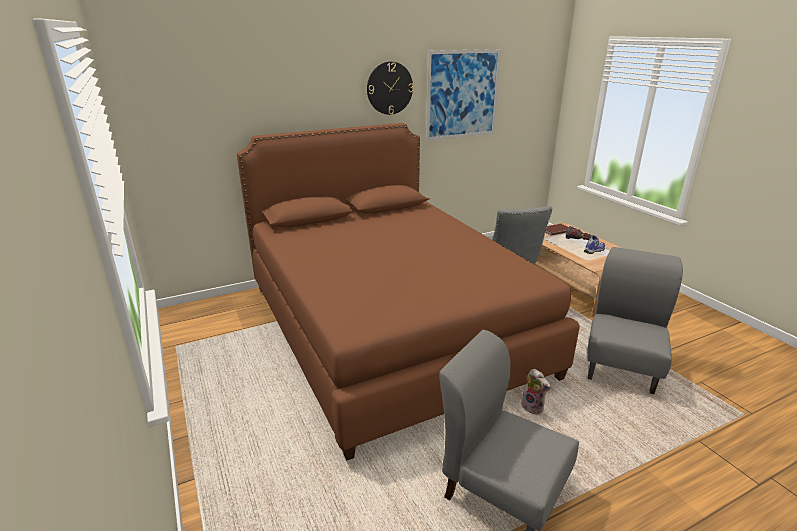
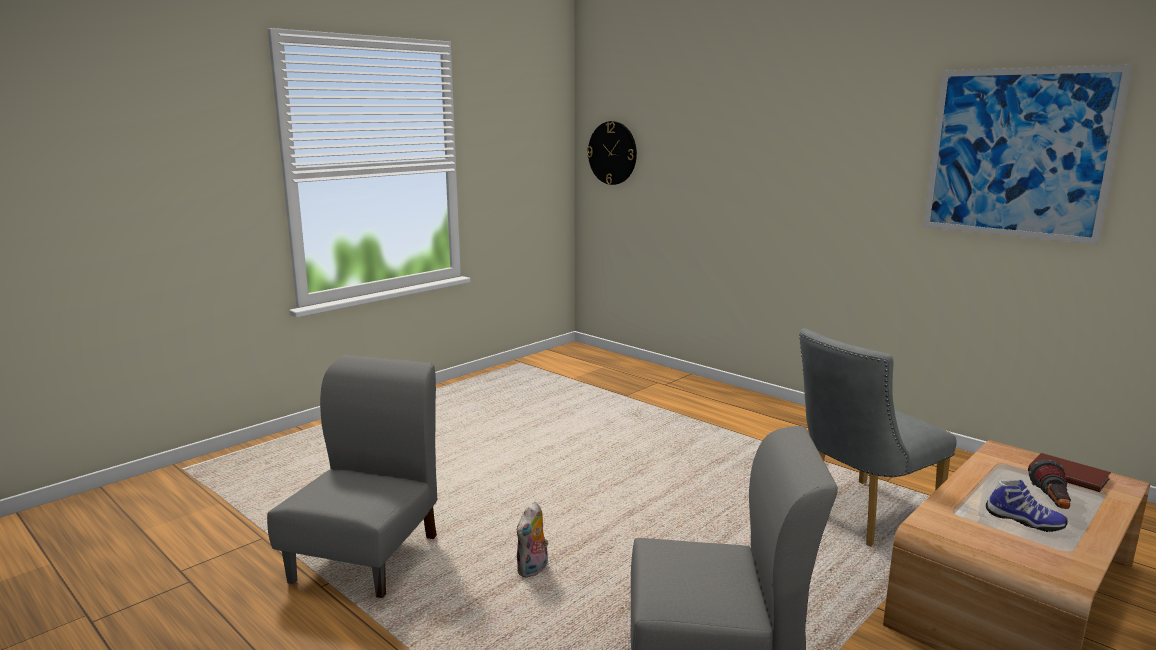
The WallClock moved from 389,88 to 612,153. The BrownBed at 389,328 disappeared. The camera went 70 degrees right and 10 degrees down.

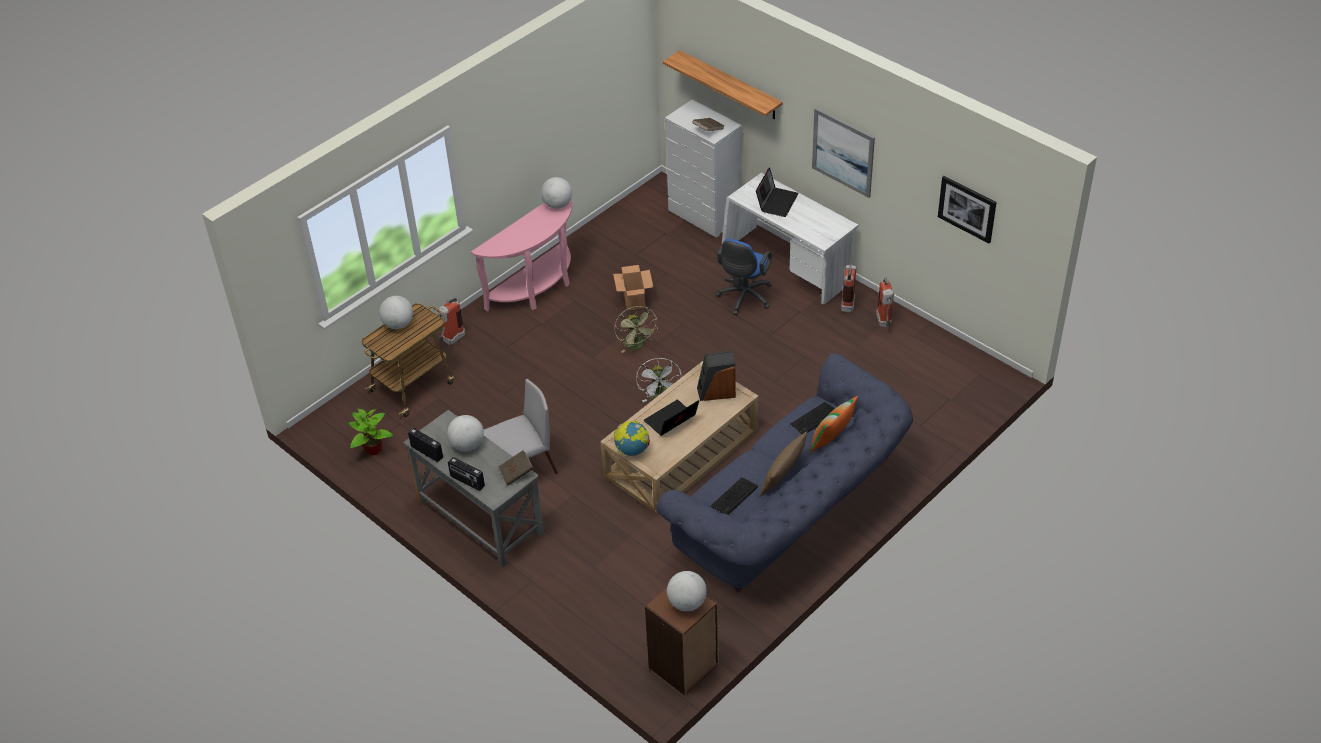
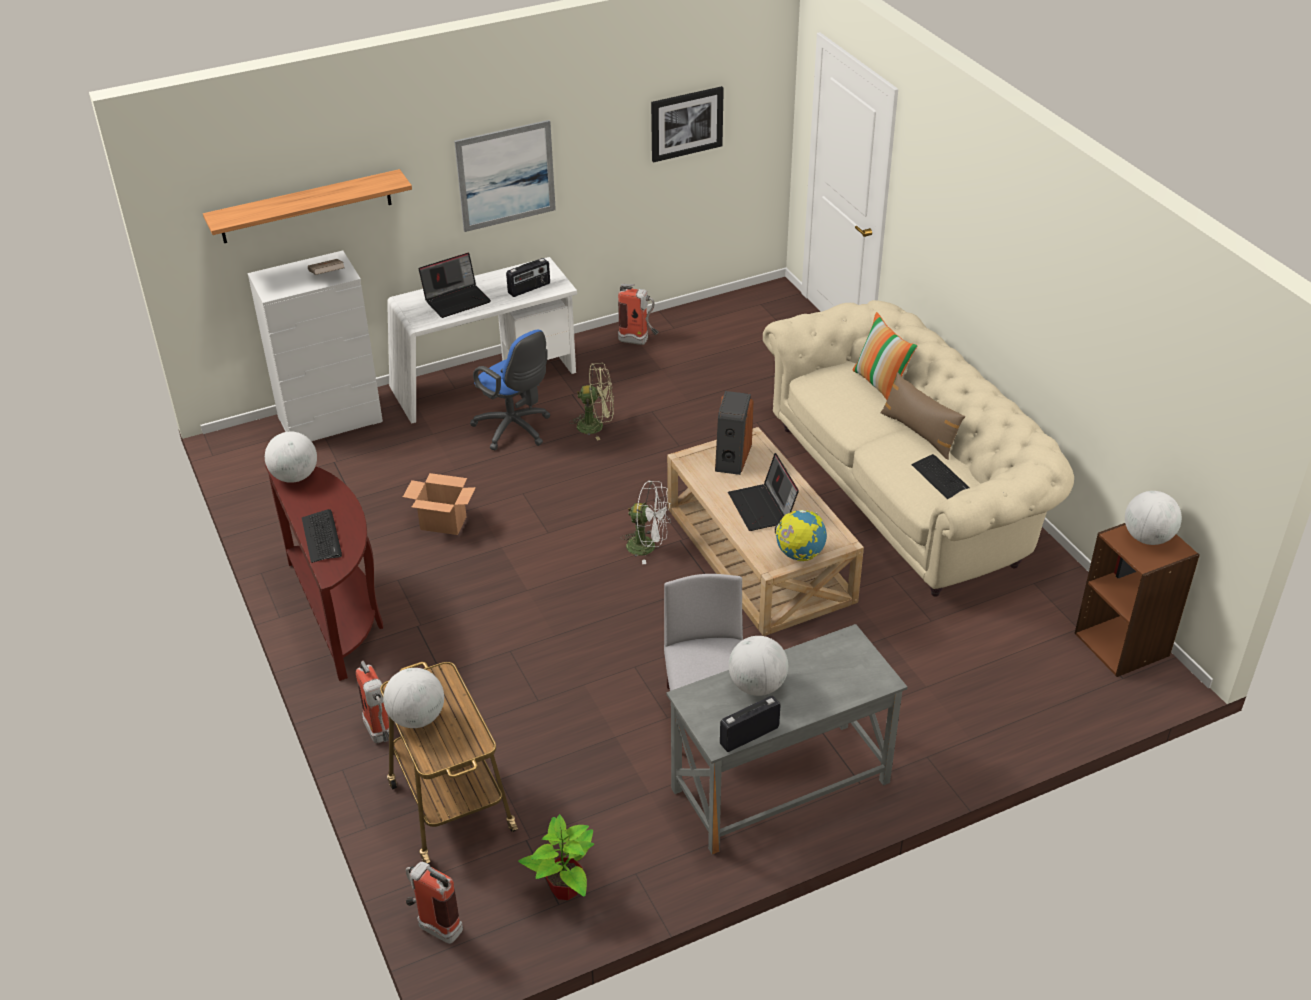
The PinkConsoleTable at 537,288 became the BrownConsoleTable at 339,612. The Keyboard moved from 814,419 to 322,537. The FireExtinguisher moved from 848,302 to 433,925. The Laptop at 776,202 turned 105 degrees clockwise. The Radio moved from 467,481 to 529,288. The GreenFan moved from 637,346 to 596,425. The BlueSofa at 792,514 became the BeigeSofa at 907,490. The BrownBook at 516,473 disappeared. The camera went 70 degrees left and 5 degrees down.

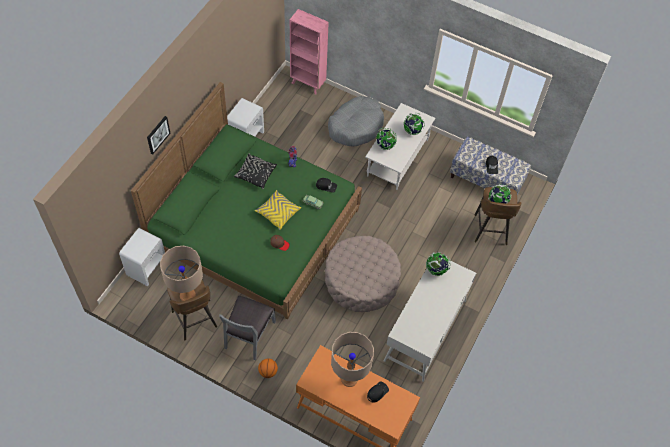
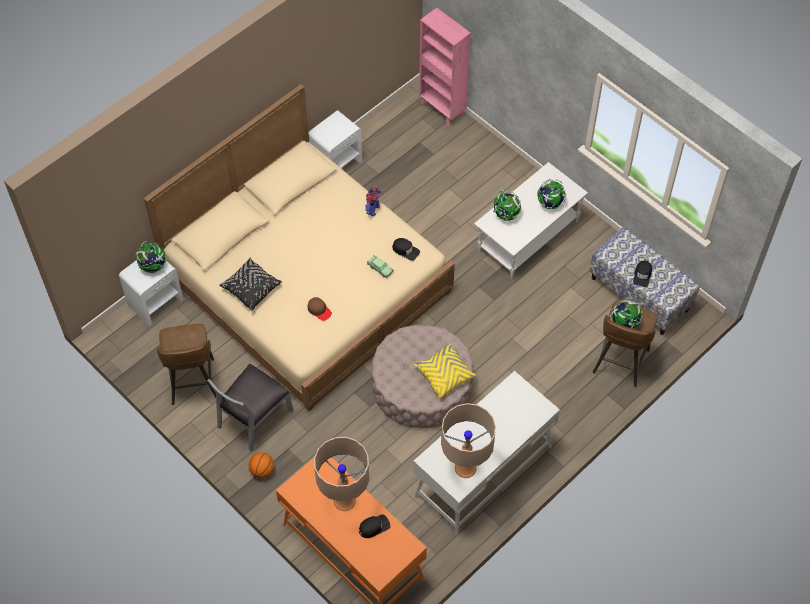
The Globe moved from 436,270 to 153,266. The GreenBed at 254,227 became the BeigeBed at 307,284. The BlackPillow moved from 255,174 to 251,288. The YellowPillow moved from 278,213 to 444,374. The BeigeTableLamp moved from 187,295 to 465,468. The Picture at 157,134 disappeared. The GreyDogBed at 355,126 disappeared. The camera went 20 degrees right and 0 degrees up.

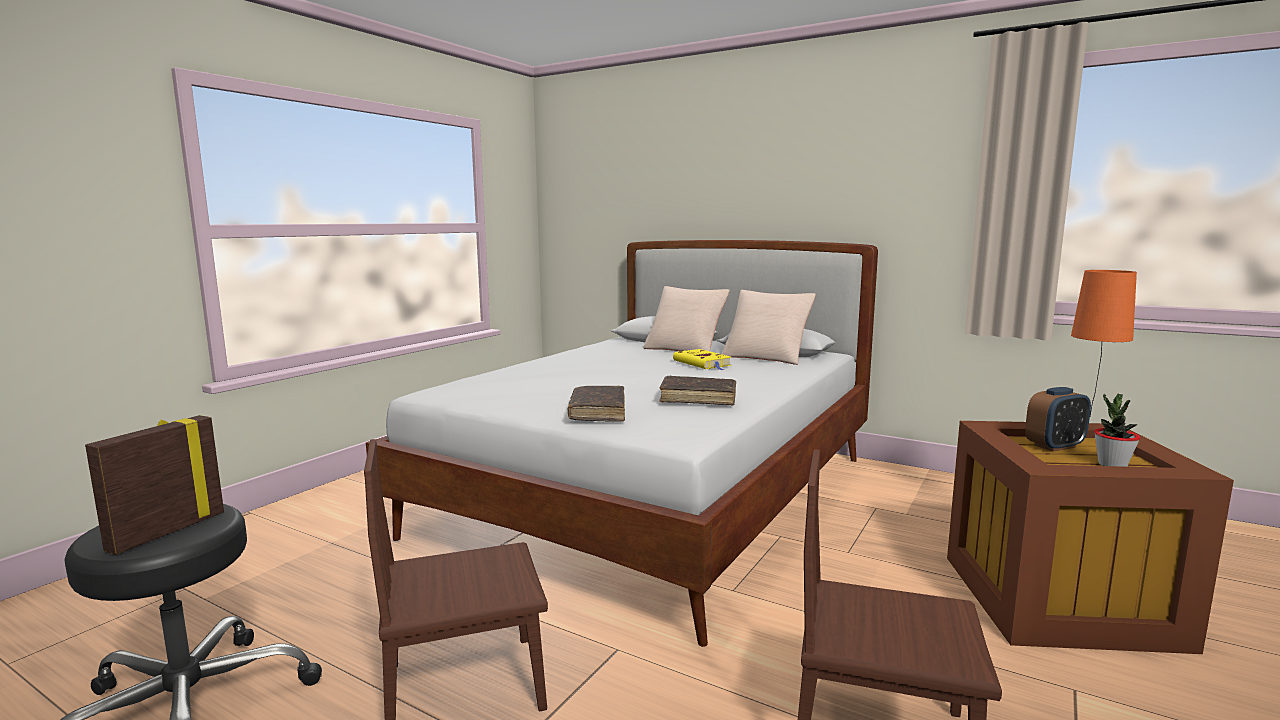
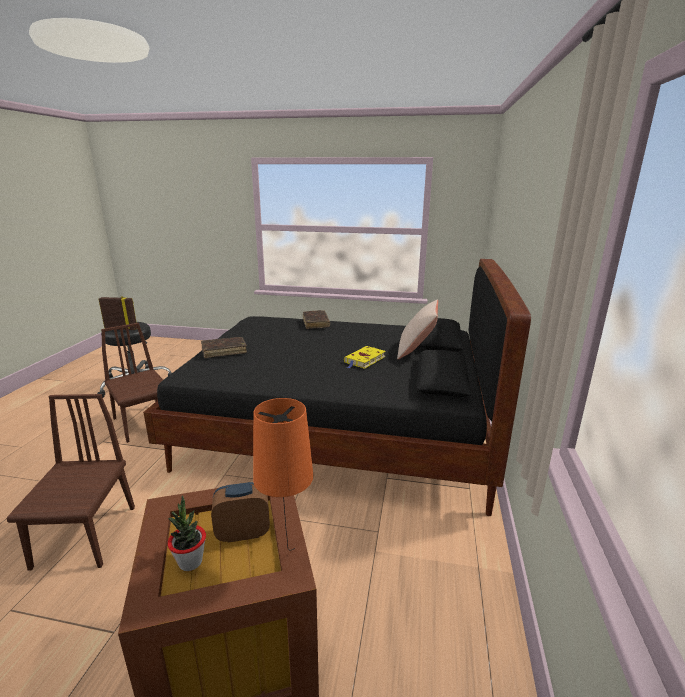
The WhiteBed at 657,497 became the BlackBed at 339,430. The AlarmClock at 1054,446 turned 120 degrees clockwise. The BrownBook moved from 698,399 to 316,323. The BeigePillow at 767,357 disappeared. The camera went 70 degrees right and 10 degrees up.

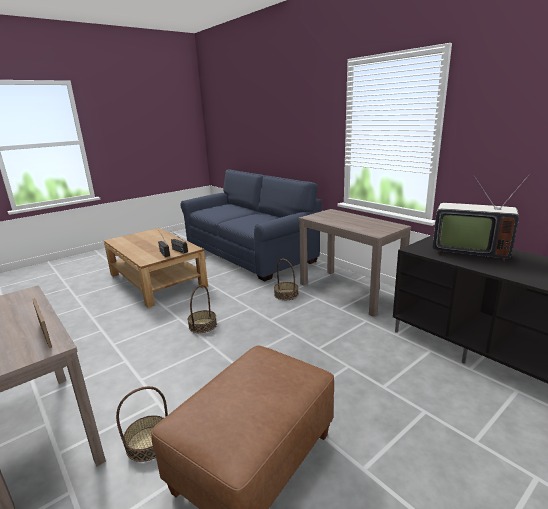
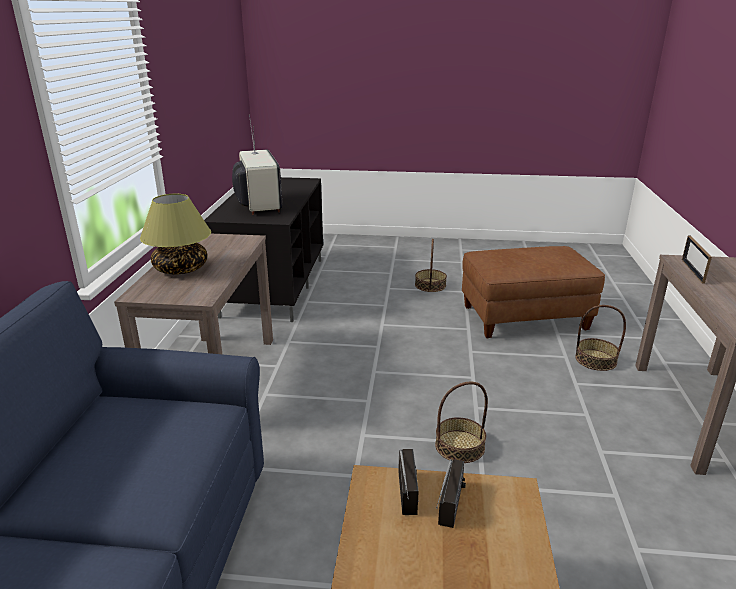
The TableLamp at 180,269 appeared. The Basket moved from 286,294 to 430,285. The camera went 135 degrees left and 5 degrees up.

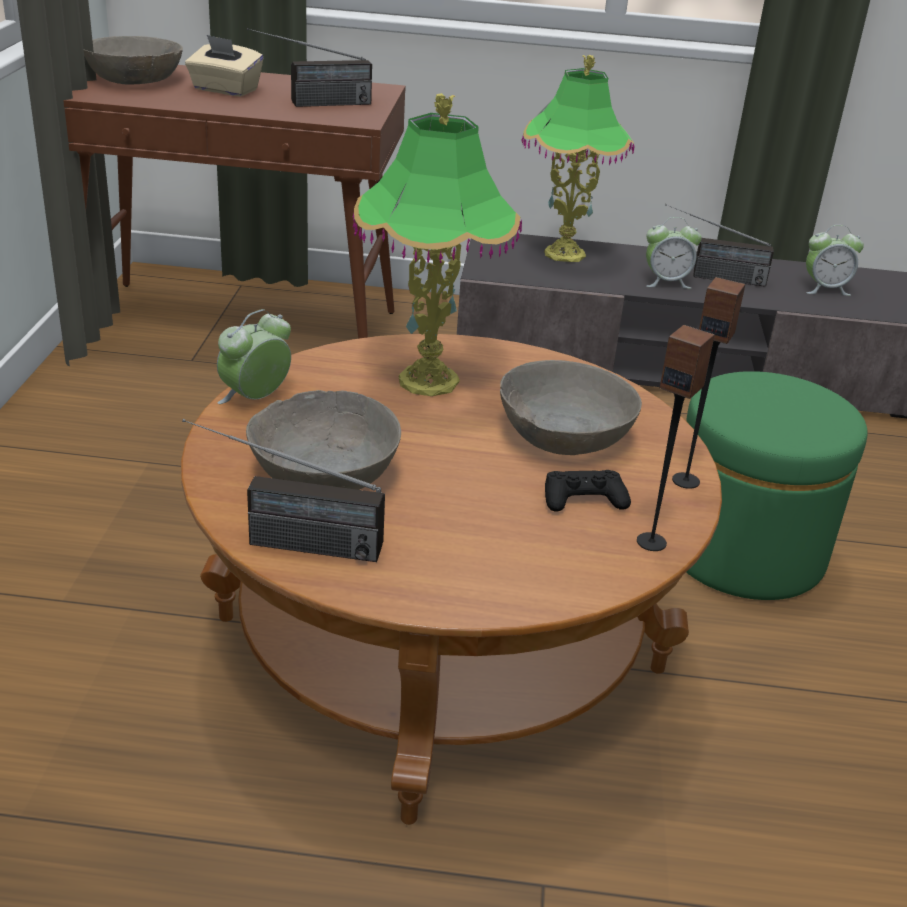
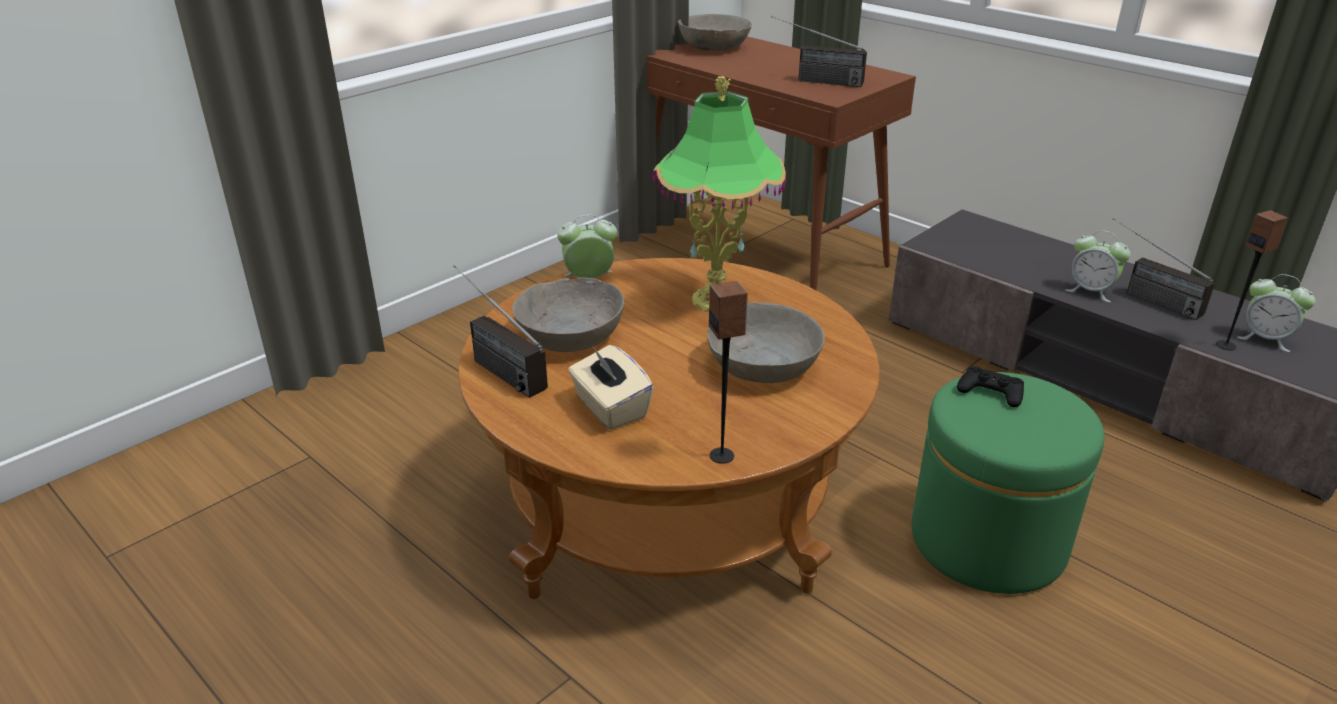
The BeigeTissueBox moved from 225,90 to 610,408. The BlackGameController moved from 583,498 to 990,392. The Speaker moved from 686,480 to 1226,345. The TableLamp at 564,254 disappeared. The camera went 40 degrees right and 0 degrees up.

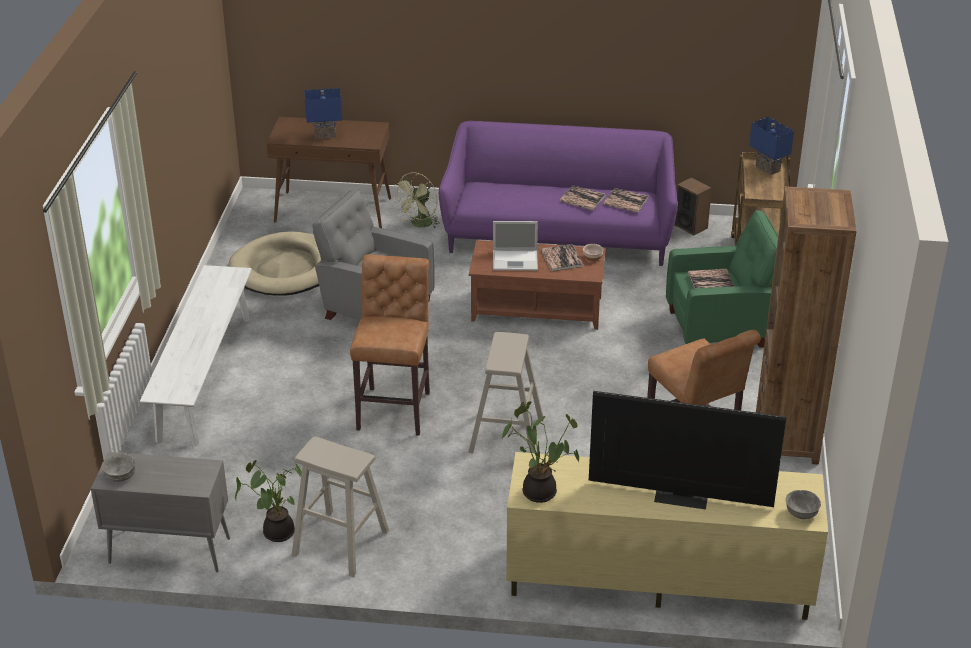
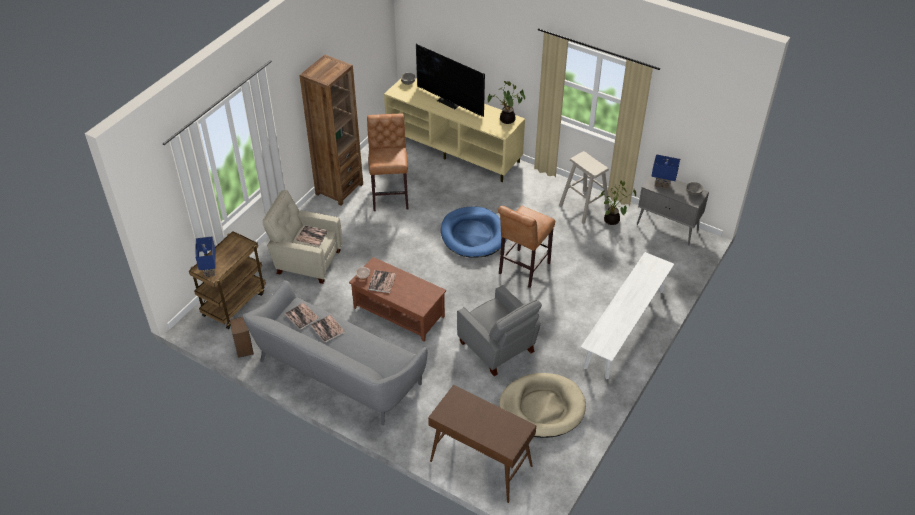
The PurpleSofa at 558,235 became the GreySofa at 337,372. The GreenArmchair at 721,328 became the BeigeArmchair at 306,261. The BeigeStool at 506,435 was replaced by the BlueDogBed at 473,235. The BlueTableLamp moved from 325,134 to 662,185. The GreenFan at 419,225 disappeared. The Laptop at 516,260 disappeared. The camera went 155 degrees left and 10 degrees up.

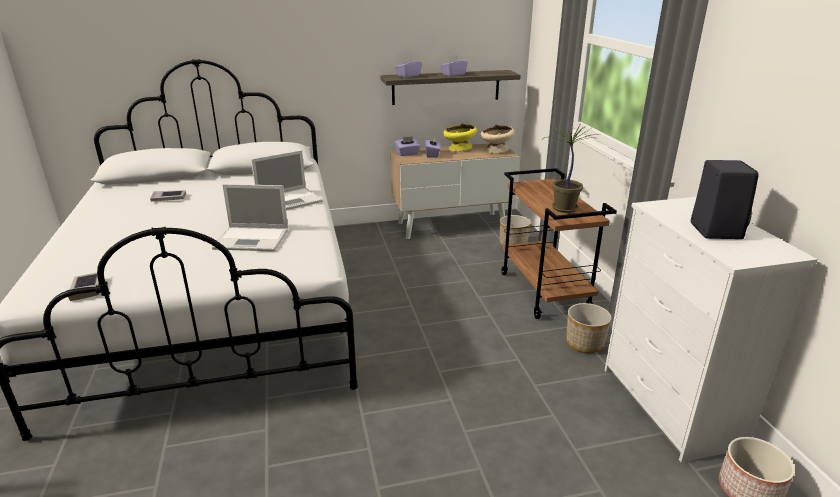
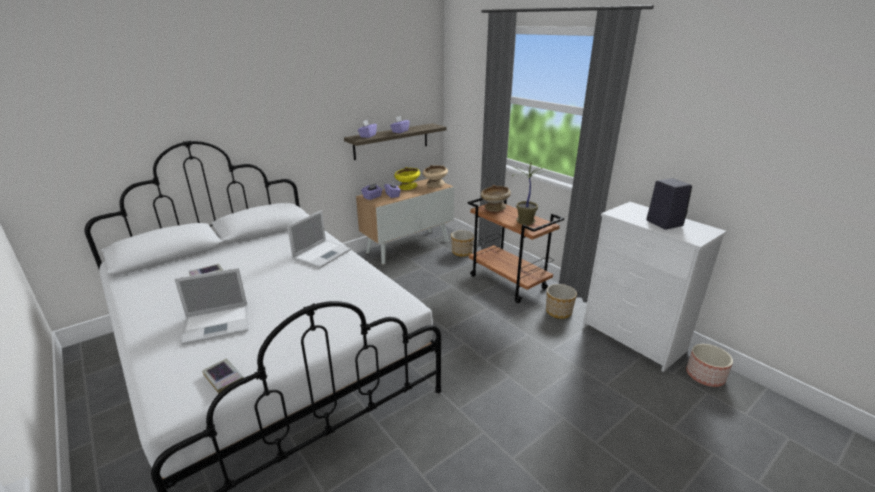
The Laptop moved from 253,239 to 218,324. The BeigeBowl at 494,208 appeared. The camera went 25 degrees left and 0 degrees up.

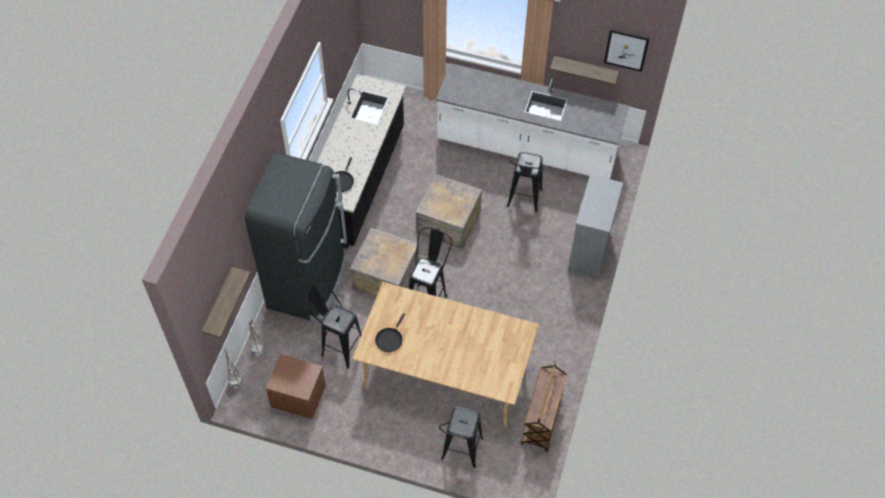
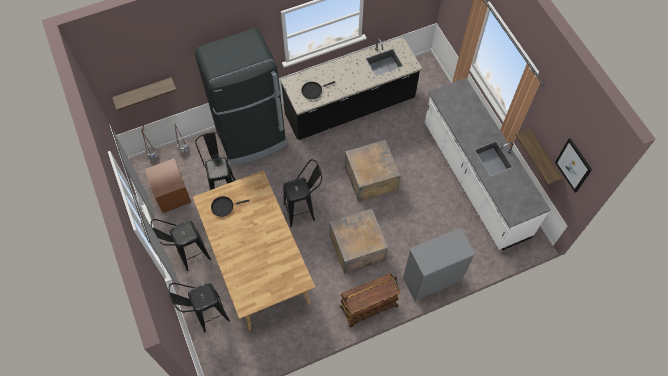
The BlackStool moved from 523,203 to 188,256. The Crate moved from 386,277 to 357,248. The BrownCart moved from 542,420 to 368,307. The camera went 50 degrees right and 5 degrees up.

